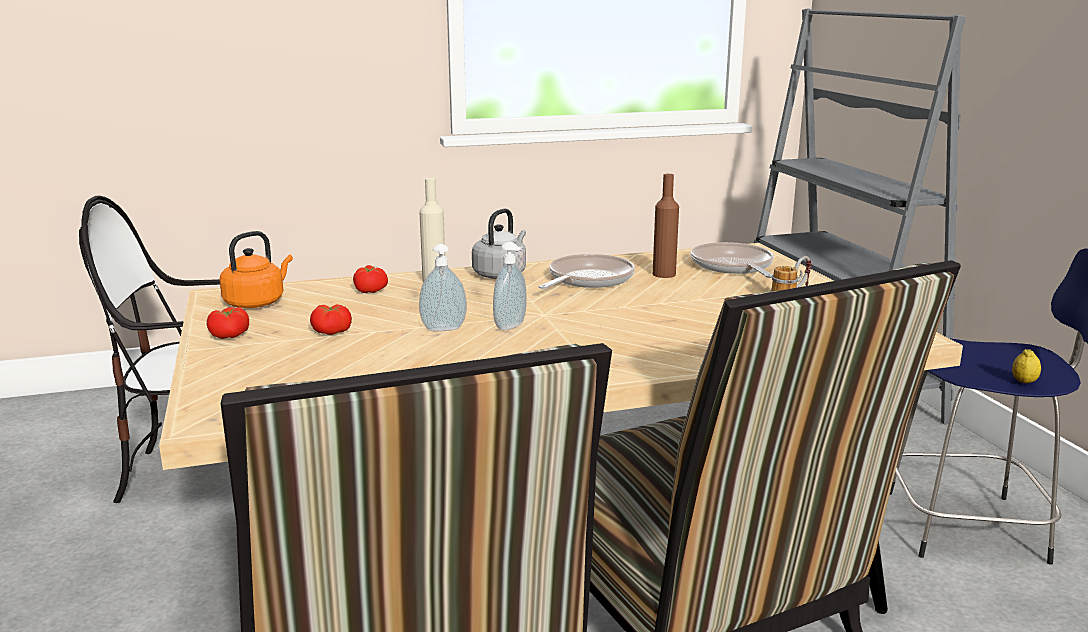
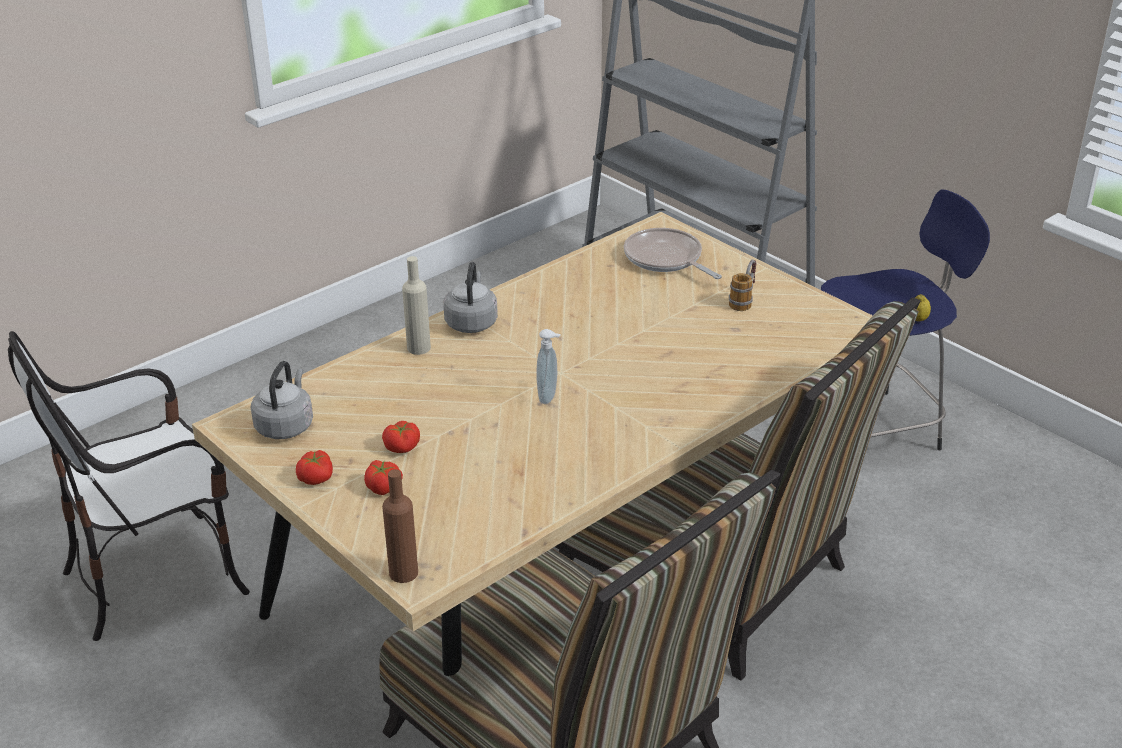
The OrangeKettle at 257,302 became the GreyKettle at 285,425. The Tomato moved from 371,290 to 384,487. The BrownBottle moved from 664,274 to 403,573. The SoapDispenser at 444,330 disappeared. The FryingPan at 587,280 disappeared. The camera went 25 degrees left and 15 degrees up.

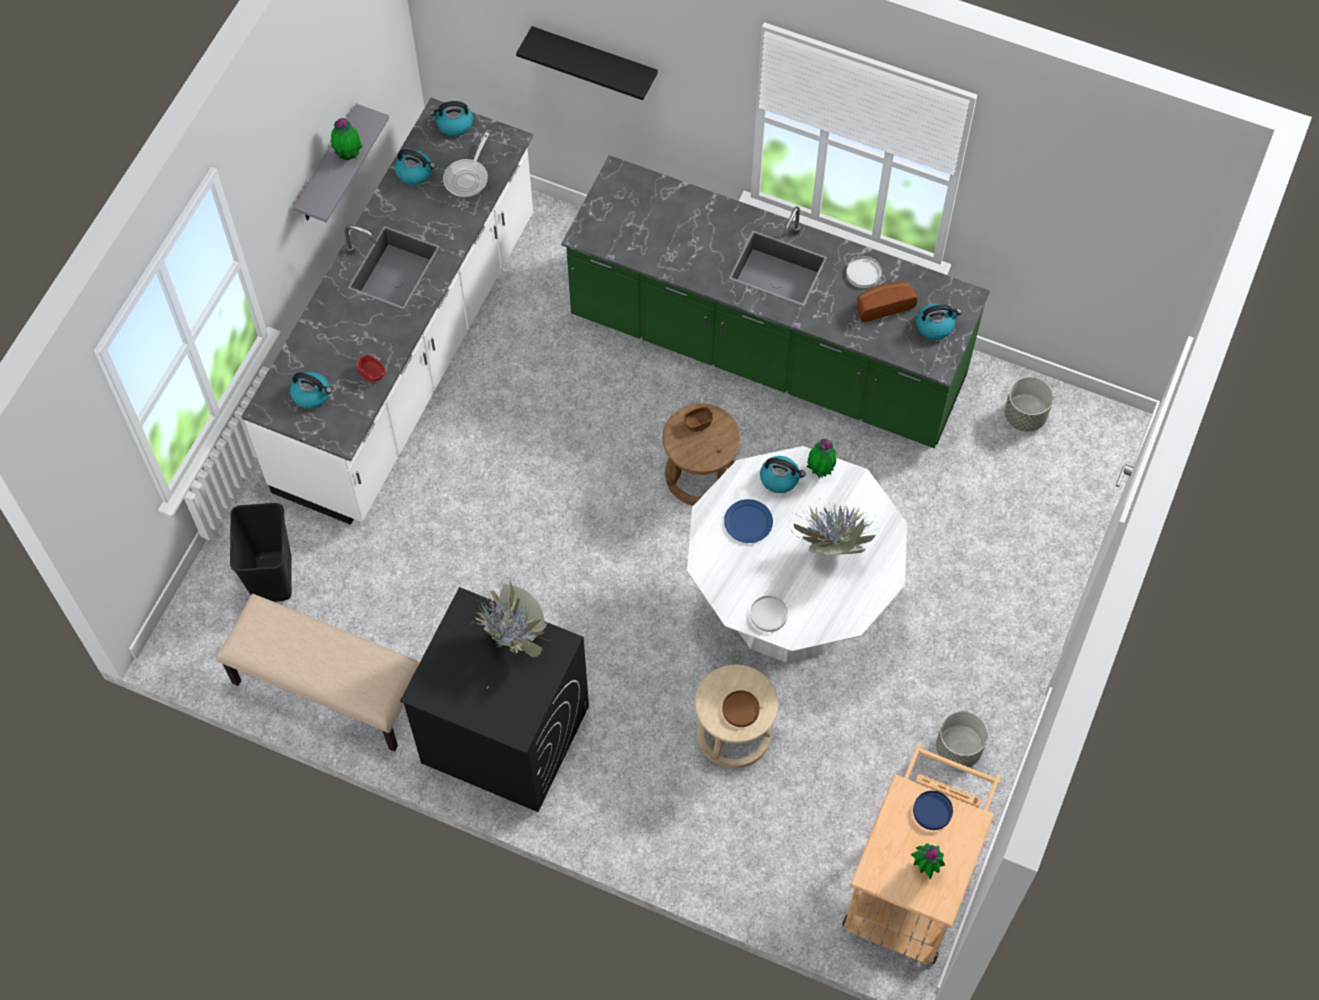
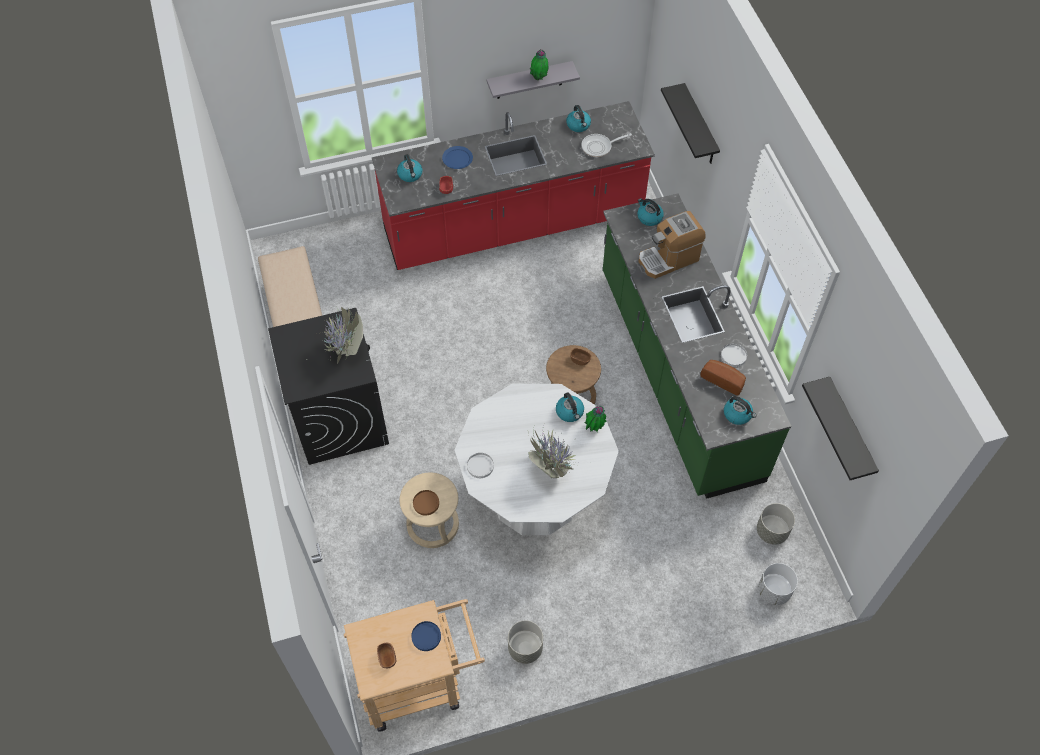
The WhiteCounter at 409,354 became the RedCounter at 513,225. The PottedPlant at 925,867 was replaced by the BrownBowl at 387,658. The BluePlate moved from 748,522 to 457,159. The Kettle moved from 454,124 to 649,217. The CoffeeMachine at 668,258 appeared. The WhitePlanter at 773,591 appeared. The BlackShelf at 849,431 appeared. The BlackTrashCan at 271,577 disappeared. The camera went 50 degrees right and 5 degrees down.

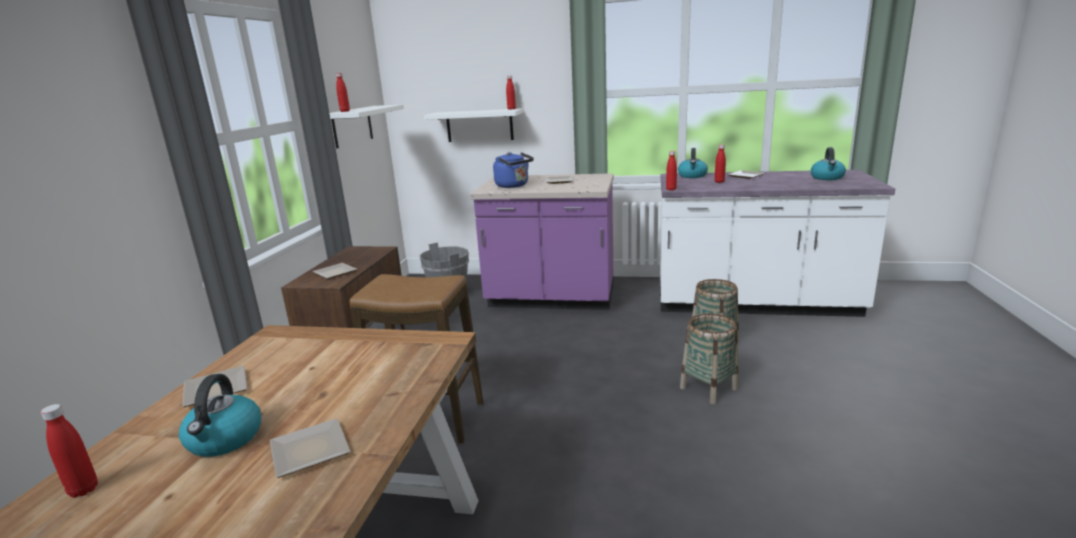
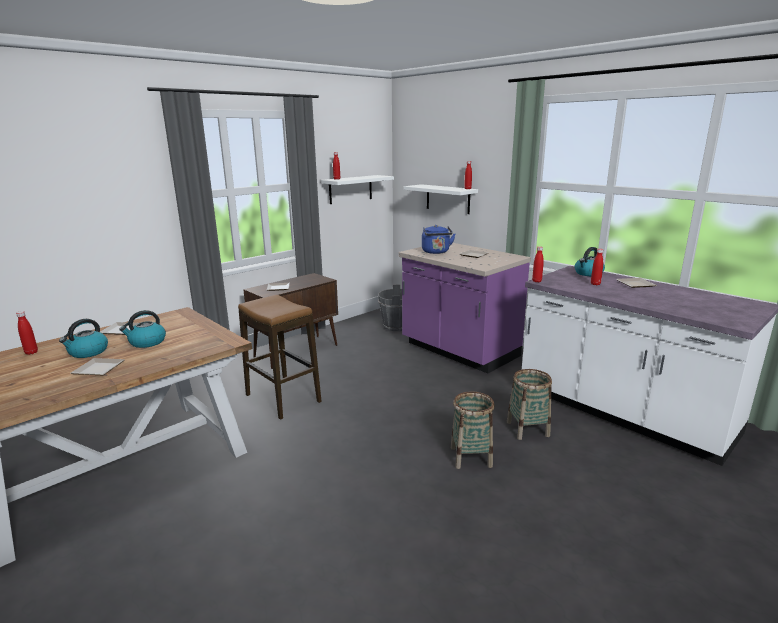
The Kettle moved from 827,178 to 147,342. The camera went 35 degrees right and 0 degrees up.

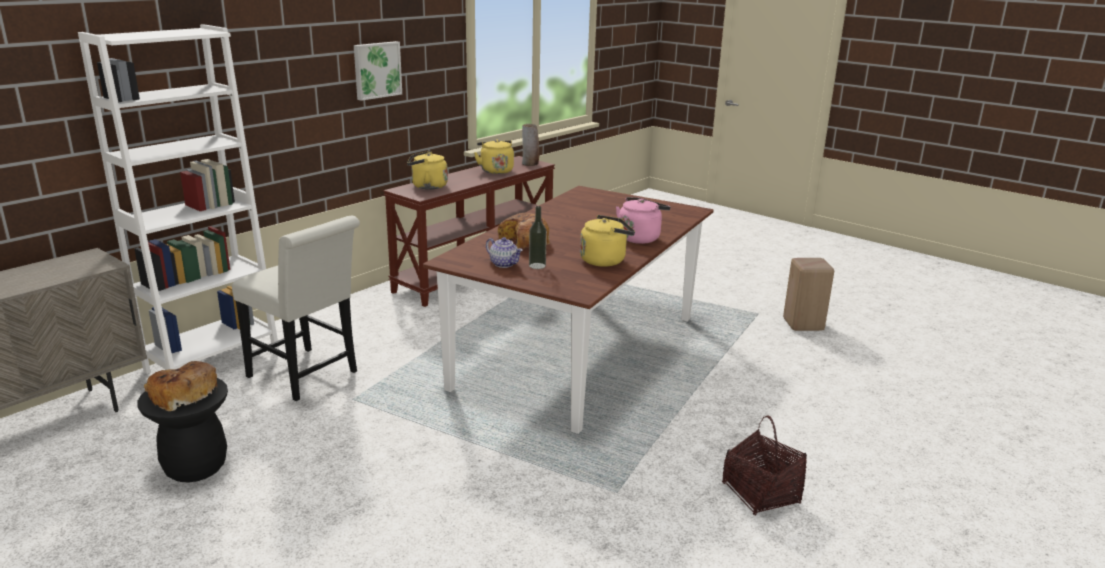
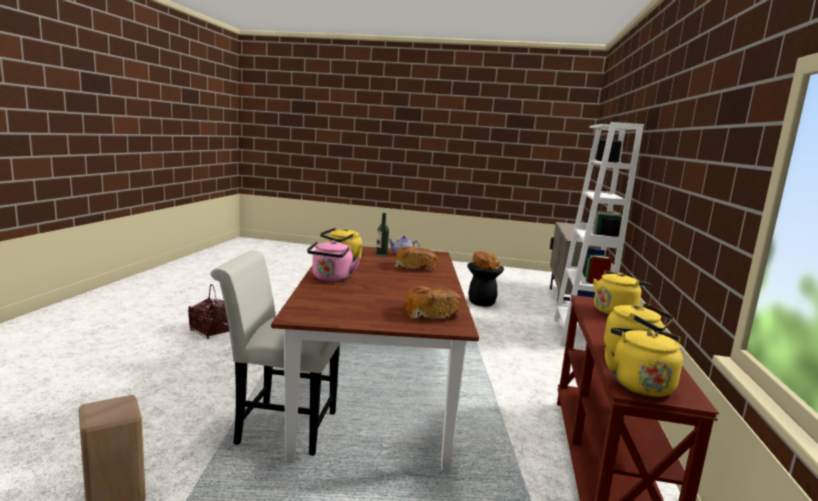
The WhiteChair moved from 307,376 to 279,426. The Bread at 430,312 appeared. The Vase at 530,164 was replaced by the YellowKettle at 639,384. The Picture at 376,70 disappeared. The camera went 150 degrees right and 10 degrees down.

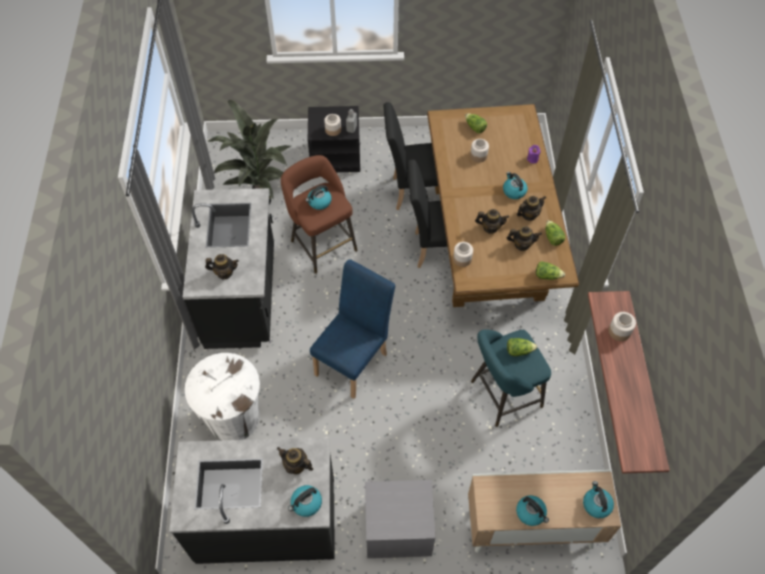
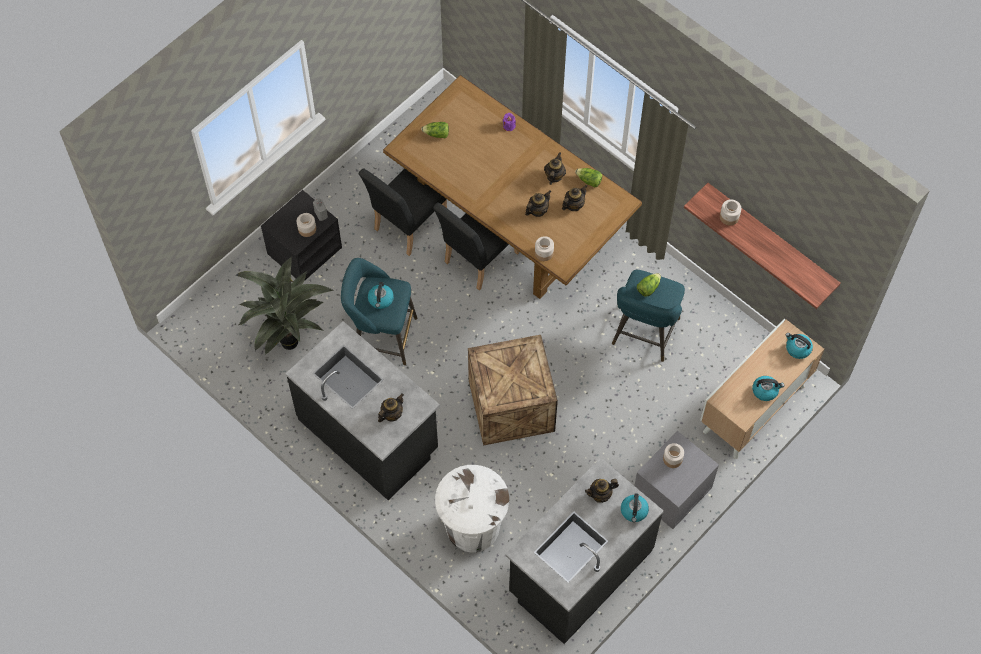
The BrownStool at 322,243 became the TurquoiseStool at 381,336. The BlueChair at 355,360 was replaced by the Crate at 512,404. The Jar moved from 478,155 to 672,459. The Kettle at 513,191 disappeared. The Lettuce at 547,275 disappeared. The camera went 45 degrees left and 5 degrees up.

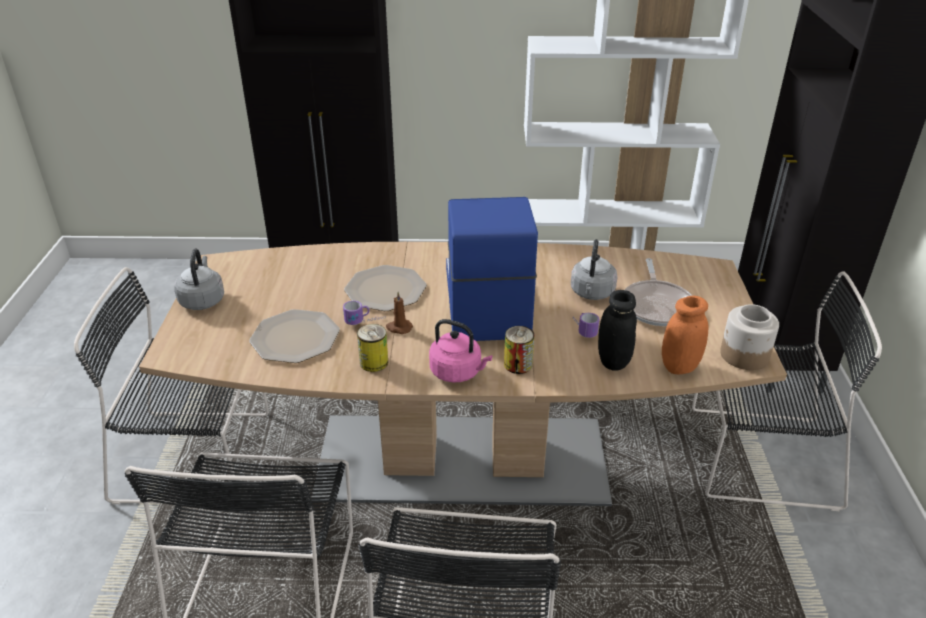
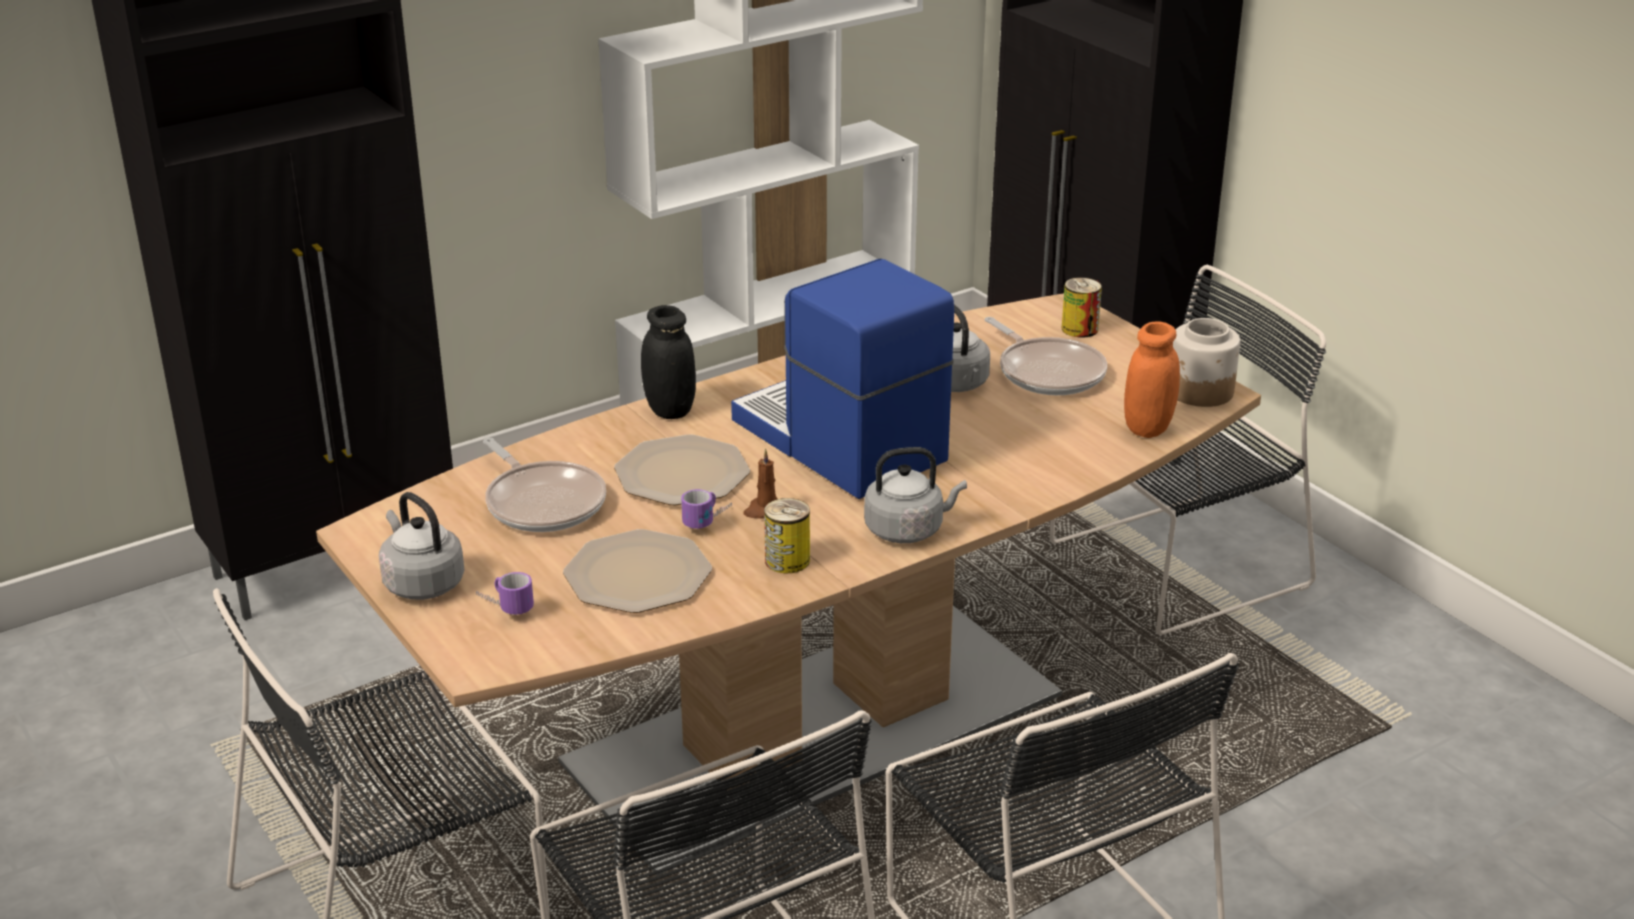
The Mug moved from 582,330 to 503,607. The FryingPan at 543,502 appeared. The BlackJar moved from 613,361 to 670,410. The PinkKettle at 458,372 became the GreyKettle at 908,530. The Can moved from 518,364 to 1079,329. The camera went 35 degrees left and 5 degrees down.

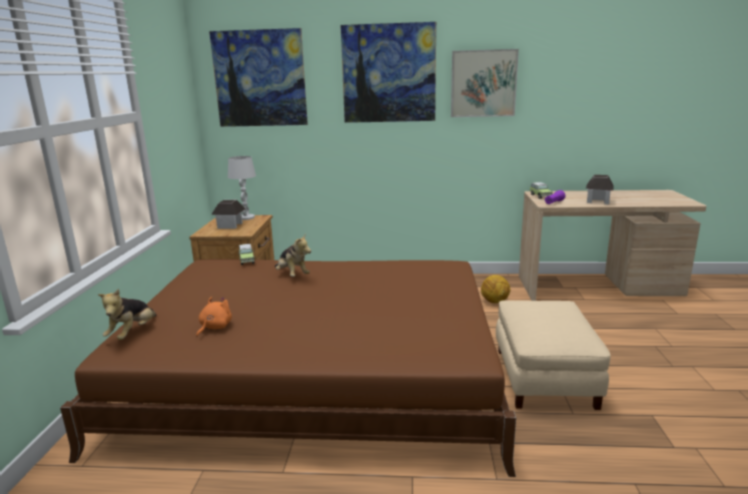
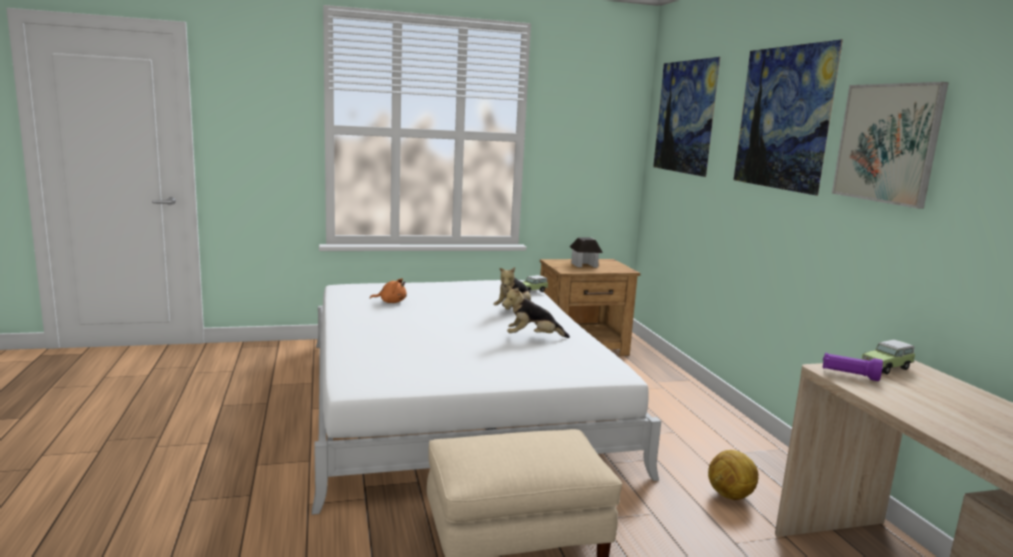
The BrownBed at 316,374 became the WhiteBed at 454,400. The PlushToy moved from 133,333 to 532,338. The WhiteTableLamp at 246,217 disappeared. The ToyHouse at 598,201 disappeared. The camera went 70 degrees right and 5 degrees down.

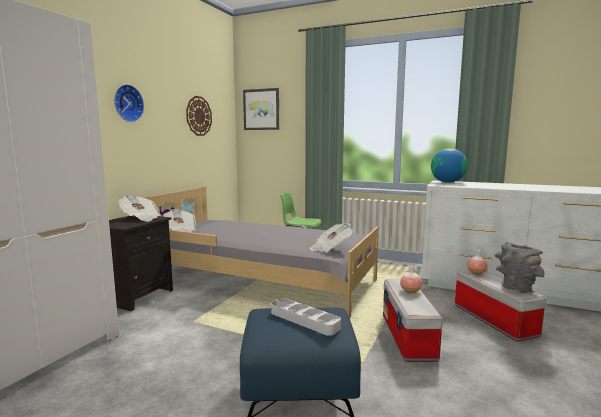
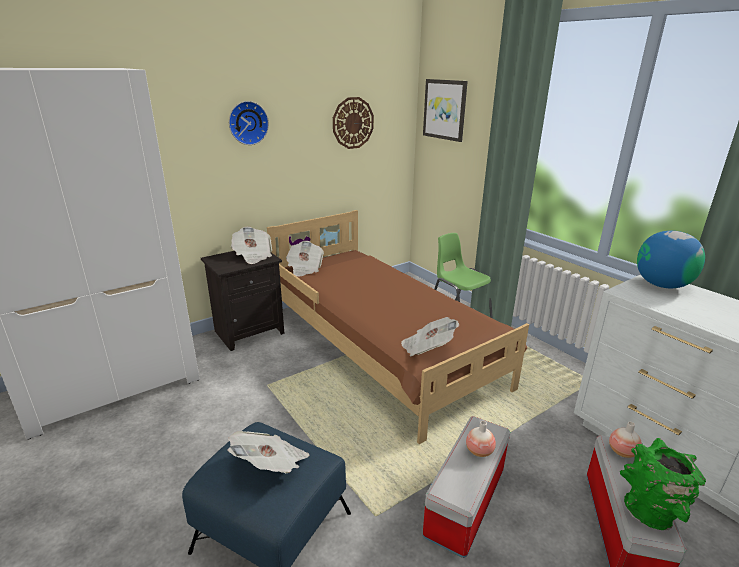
The GreyTray at 304,320 was replaced by the Newspaper at 271,465. The GreyBed at 264,280 became the BrownBed at 381,346. The GreyVase at 515,288 became the GreenVase at 649,510. The camera went 30 degrees right and 15 degrees up.

